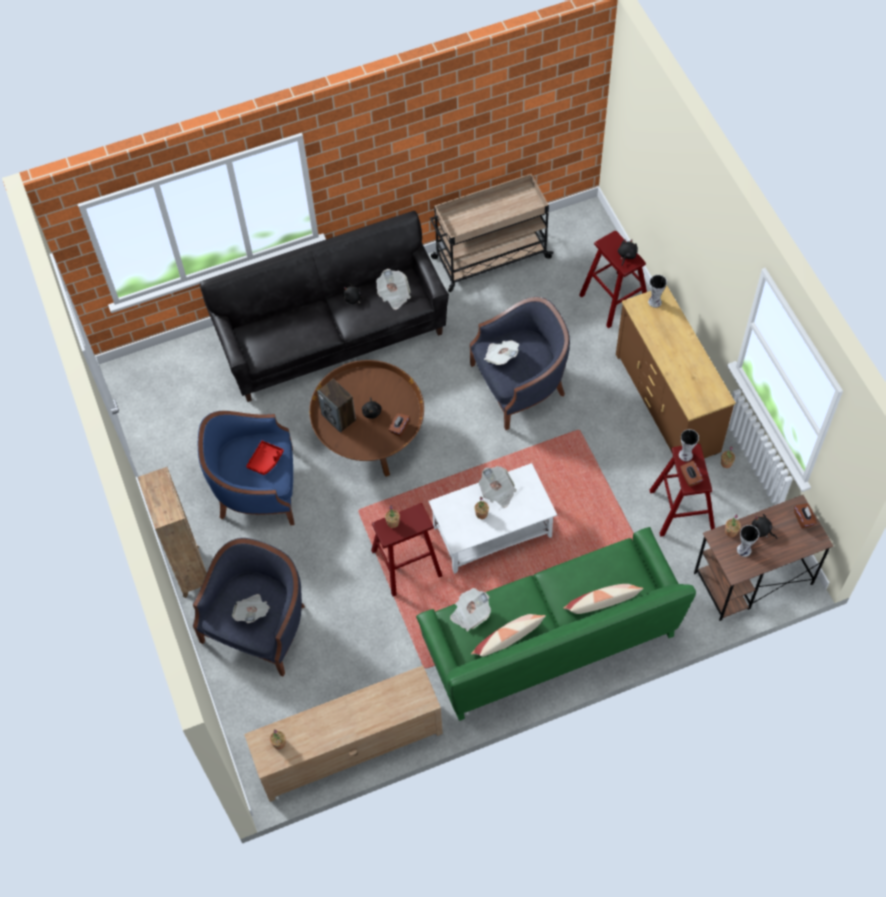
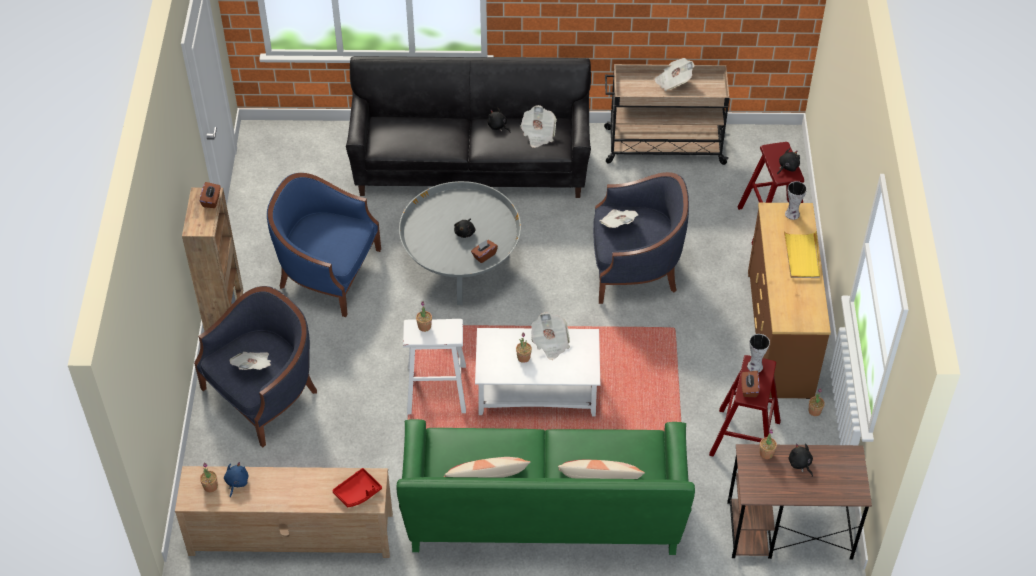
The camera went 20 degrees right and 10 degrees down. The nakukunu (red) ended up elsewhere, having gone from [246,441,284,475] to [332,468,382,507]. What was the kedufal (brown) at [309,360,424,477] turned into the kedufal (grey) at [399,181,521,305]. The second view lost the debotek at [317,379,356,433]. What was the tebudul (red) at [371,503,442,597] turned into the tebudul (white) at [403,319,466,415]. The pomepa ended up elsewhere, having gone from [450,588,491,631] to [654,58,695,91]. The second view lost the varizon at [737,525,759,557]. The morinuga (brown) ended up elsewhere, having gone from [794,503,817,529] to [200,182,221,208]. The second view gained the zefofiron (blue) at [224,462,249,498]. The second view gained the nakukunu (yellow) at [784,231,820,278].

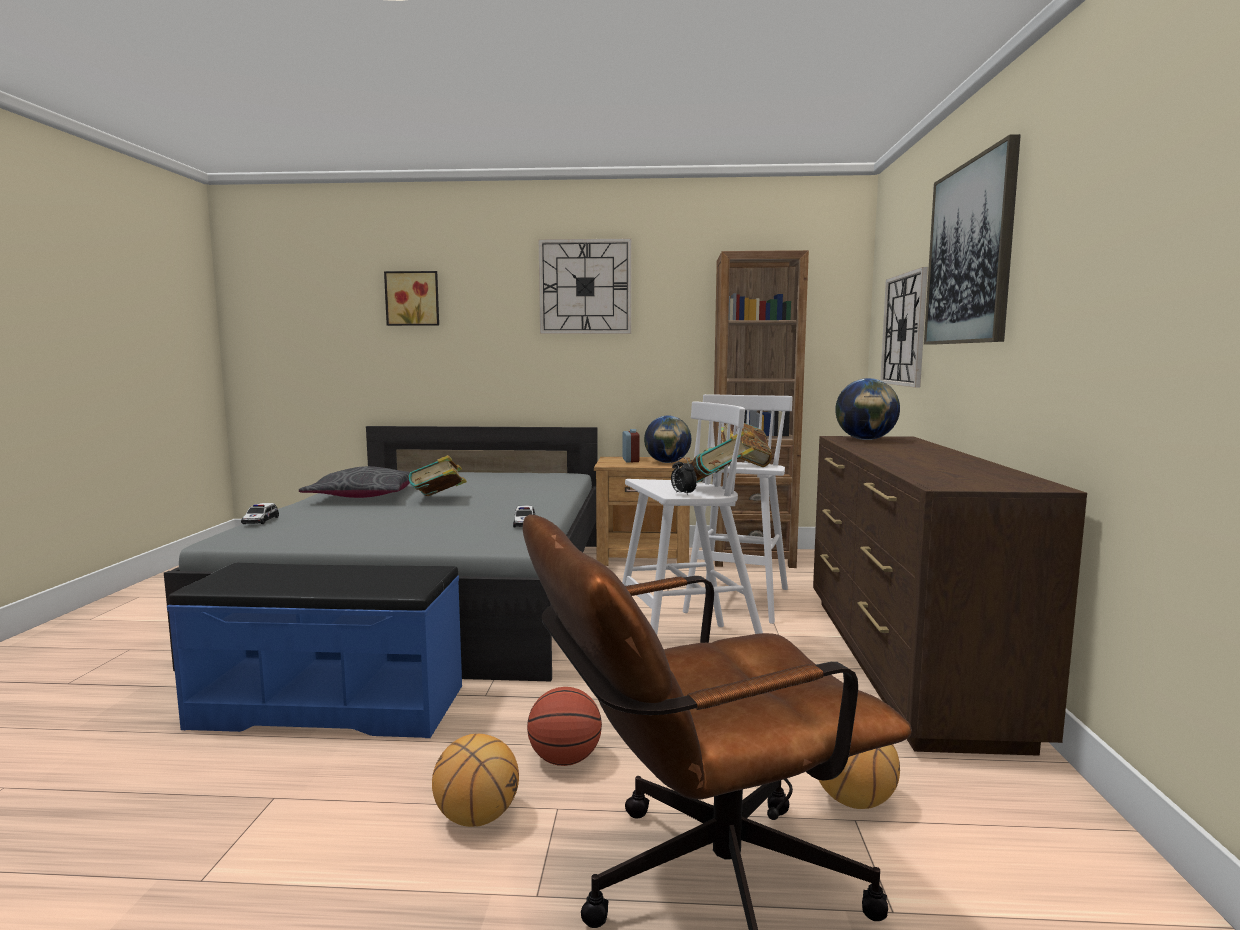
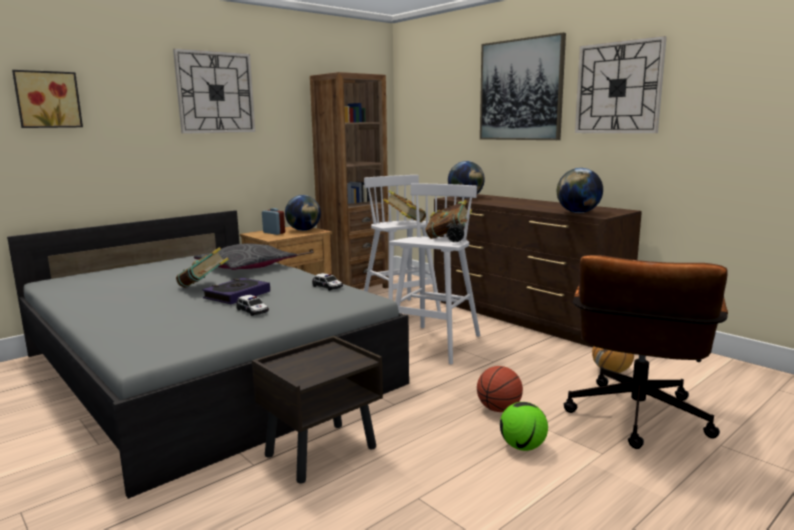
The camera went 45 degrees left and 5 degrees up. Where the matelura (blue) stood at [167,563,462,738], the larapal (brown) came to stand at [252,336,383,484]. The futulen ended up elsewhere, having gone from [241,503,279,524] to [236,295,269,316]. The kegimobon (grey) ended up elsewhere, having gone from [299,466,410,498] to [194,243,297,270]. Where the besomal stood at [432,733,519,827], the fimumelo came to stand at [500,402,548,451]. The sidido ended up elsewhere, having gone from [880,267,928,388] to [575,36,667,133]. The second view gained the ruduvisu at [202,278,270,304]. The second view gained the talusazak at [557,168,603,213].

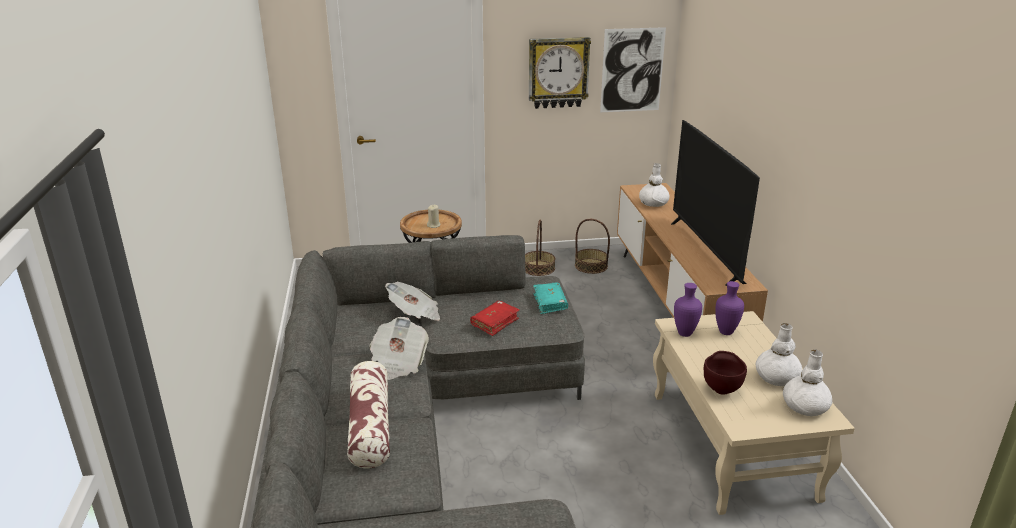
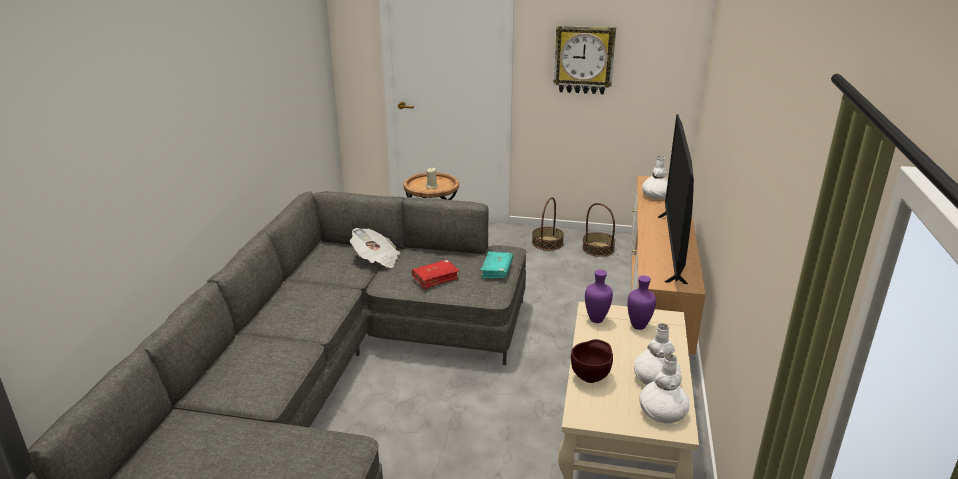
The camera went 20 degrees right and 0 degrees up. The second view lost the kegimobon at [347,361,390,468]. The second view lost the pomepa at [369,317,429,380]. The second view lost the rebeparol at [600,27,666,112].

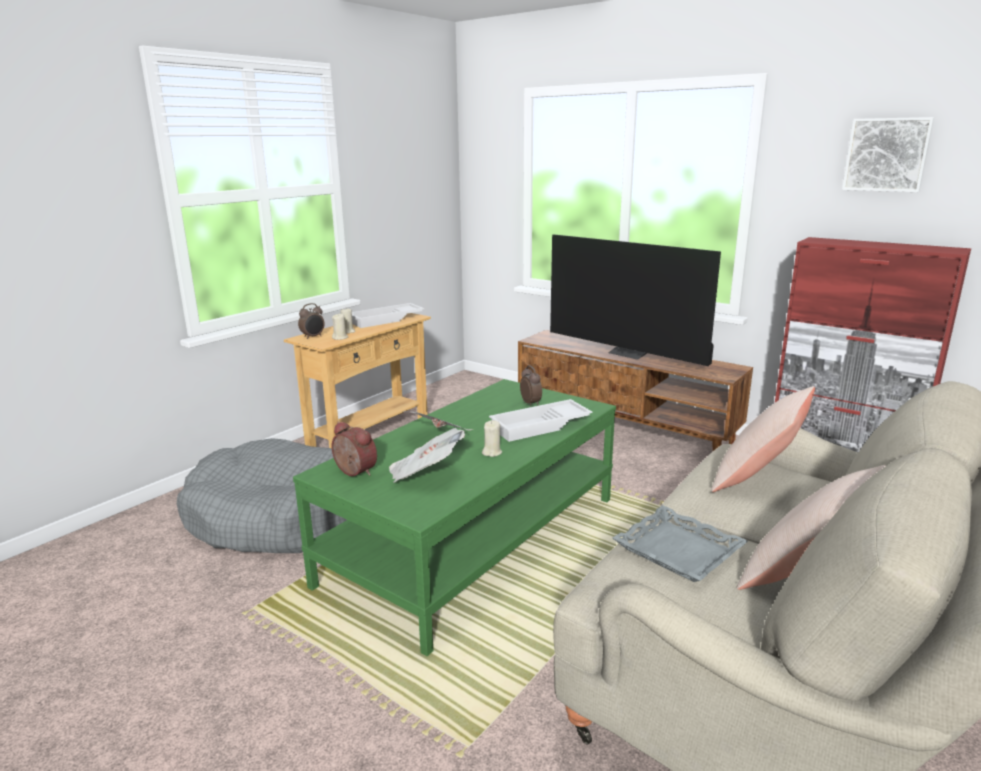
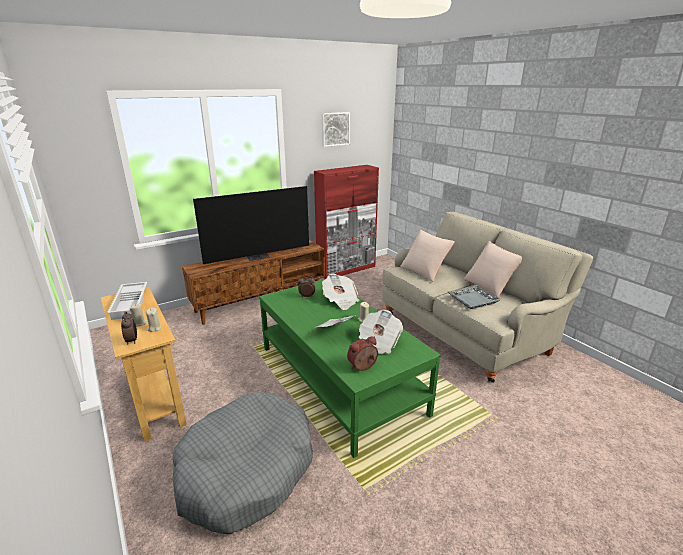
The camera went 70 degrees left and 5 degrees up. Where the nakukunu (white) stood at [489,399,593,442], the pomepa came to stand at [322,274,360,310].

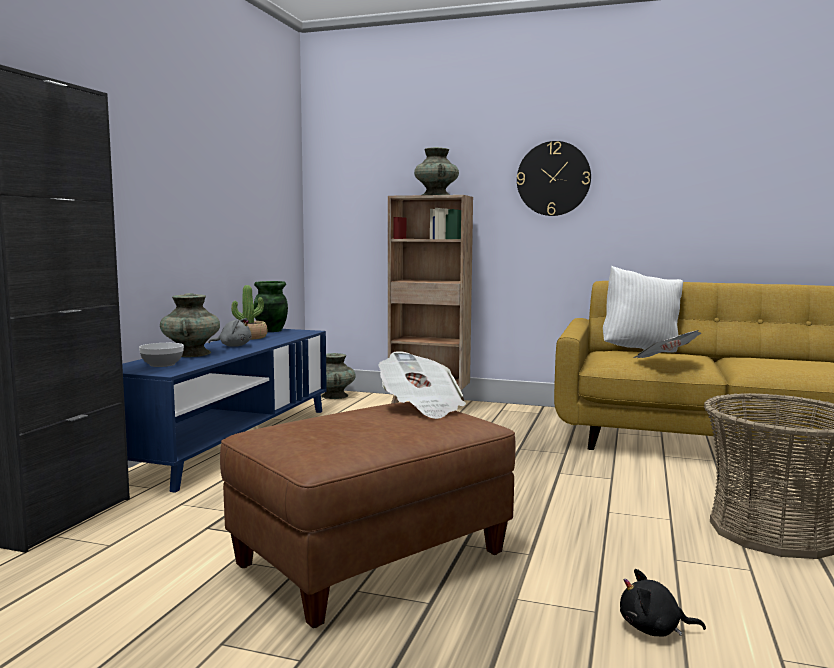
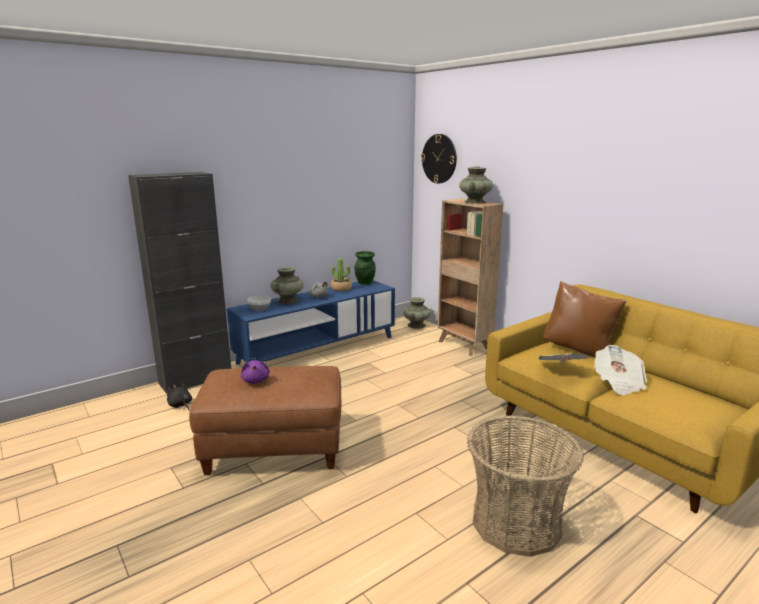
The camera went 35 degrees right and 10 degrees up. The pomepa ended up elsewhere, having gone from [378,351,466,419] to [594,345,647,395]. The sidido ended up elsewhere, having gone from [517,141,591,216] to [421,134,457,184]. What was the kegimobon (white) at [603,266,683,353] turned into the kegimobon (brown) at [543,281,627,357]. The zefofiron (black) ended up elsewhere, having gone from [620,569,706,637] to [167,383,192,410]. The second view gained the zefofiron (purple) at [241,360,270,384].

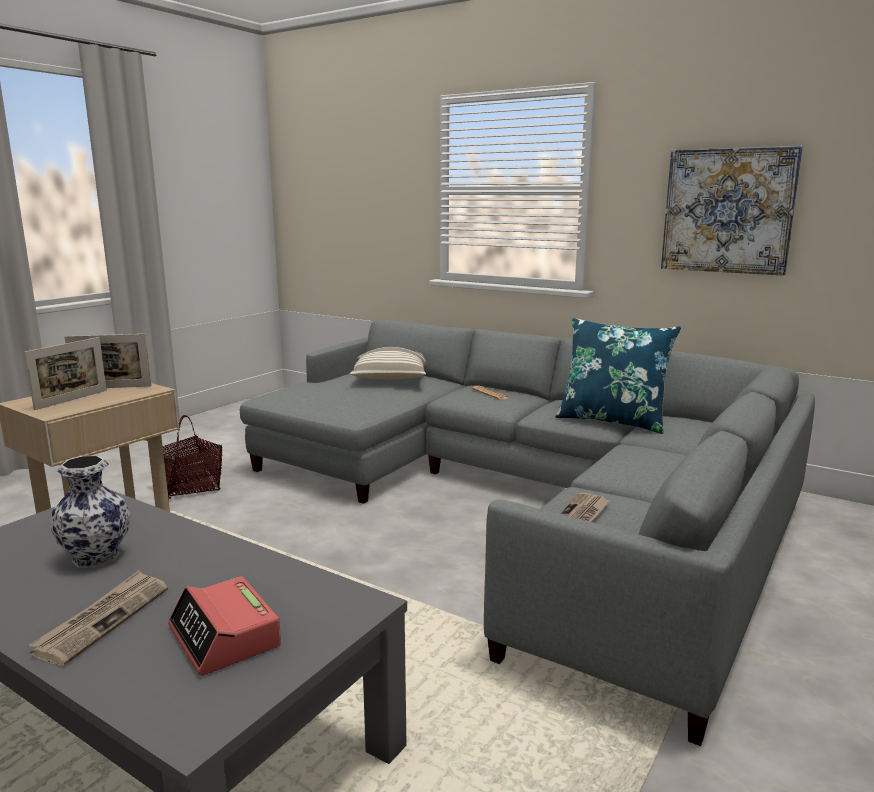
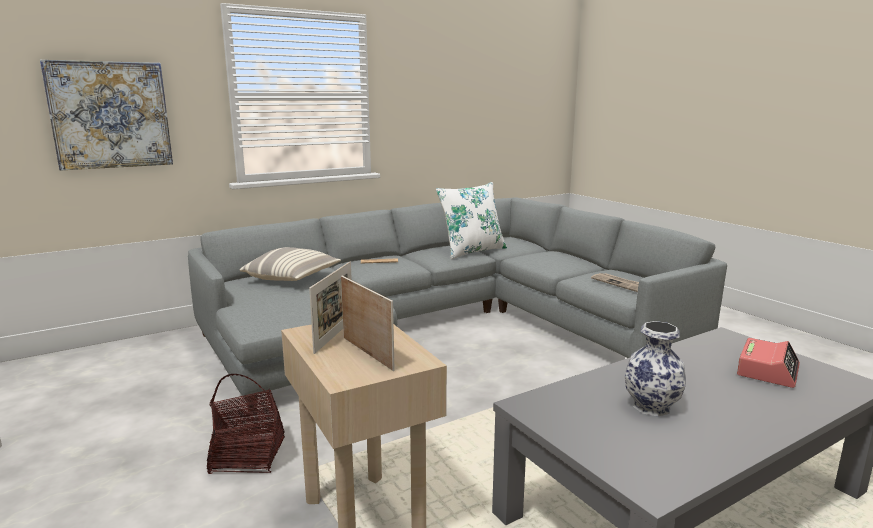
The camera went 65 degrees left and 0 degrees up. The second view lost the pomepa at [29,570,168,666]. The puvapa at [168,576,281,676] ended up facing another way, 45 degrees counterclockwise from before. What was the kegimobon (blue) at [555,318,681,434] turned into the kegimobon (white) at [436,182,507,259]. The rebeparol ended up elsewhere, having gone from [661,146,803,276] to [40,60,173,171].

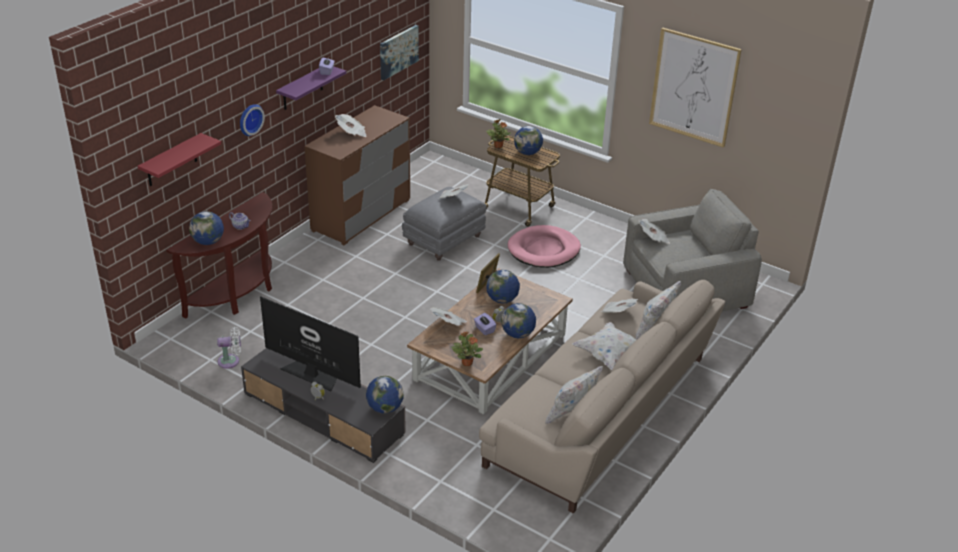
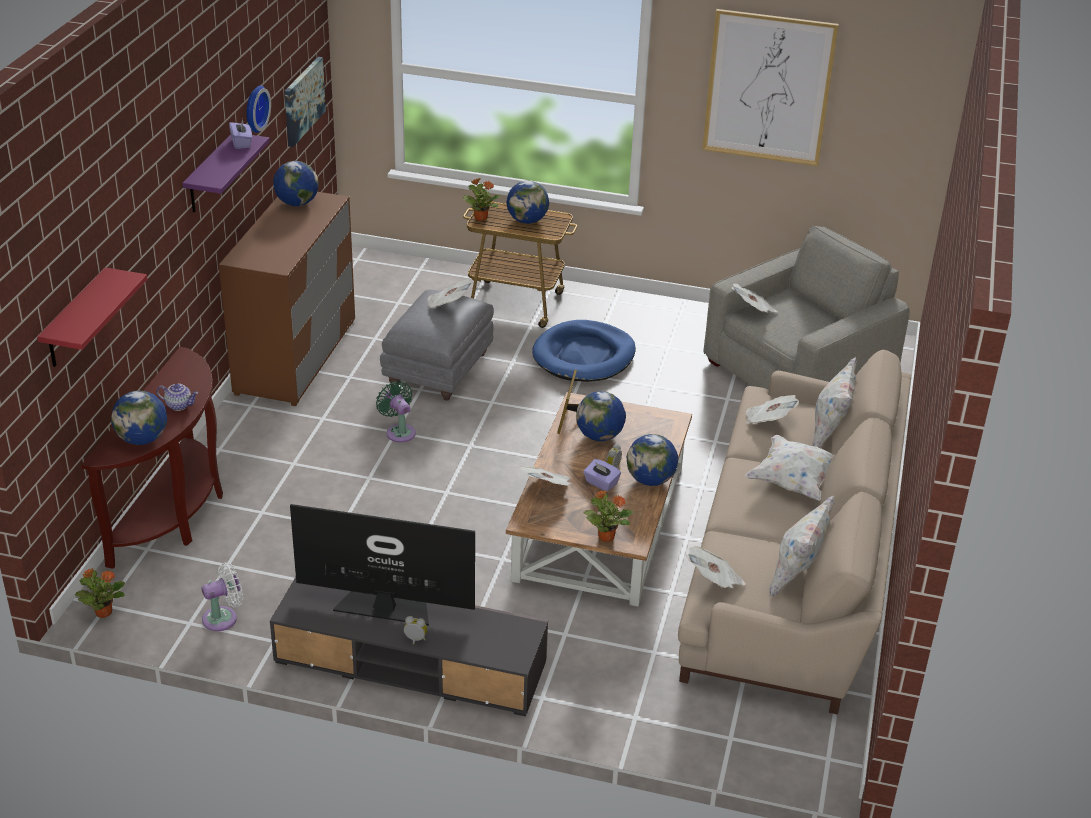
The camera went 20 degrees left and 0 degrees up. The sidido ended up elsewhere, having gone from [240,104,265,136] to [246,86,271,133]. The pomepa ended up elsewhere, having gone from [335,114,366,137] to [686,546,746,588]. The talusazak ended up elsewhere, having gone from [366,376,404,413] to [273,161,319,206]. What was the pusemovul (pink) at [508,225,581,268] turned into the pusemovul (blue) at [532,320,636,382]. The second view gained the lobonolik at [75,568,125,618]. The second view gained the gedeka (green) at [376,381,416,442].

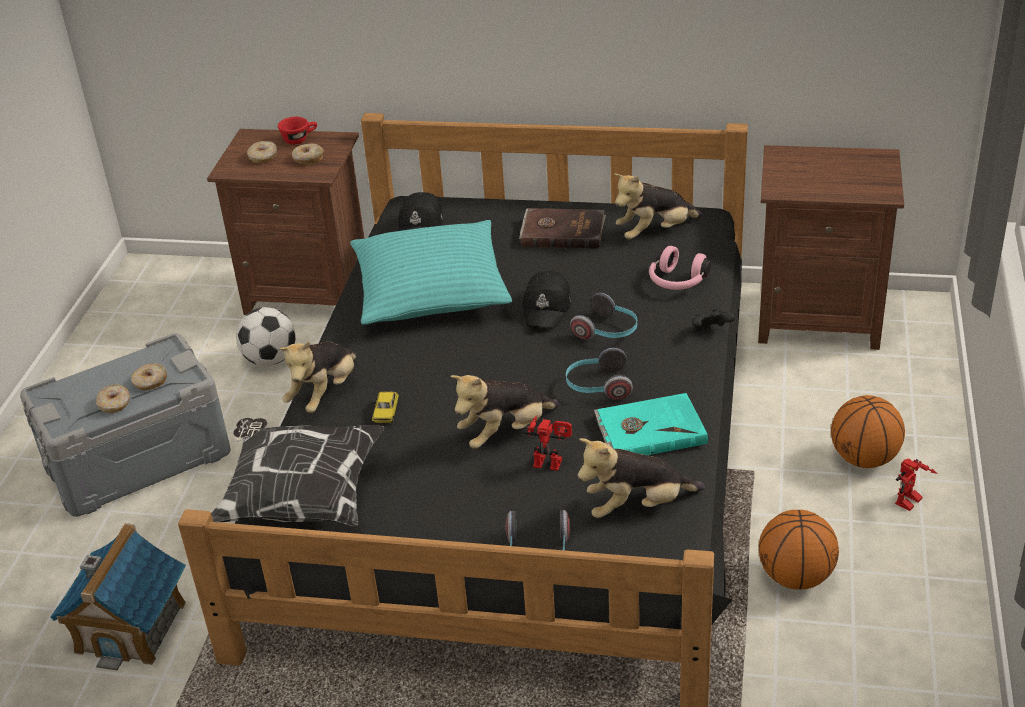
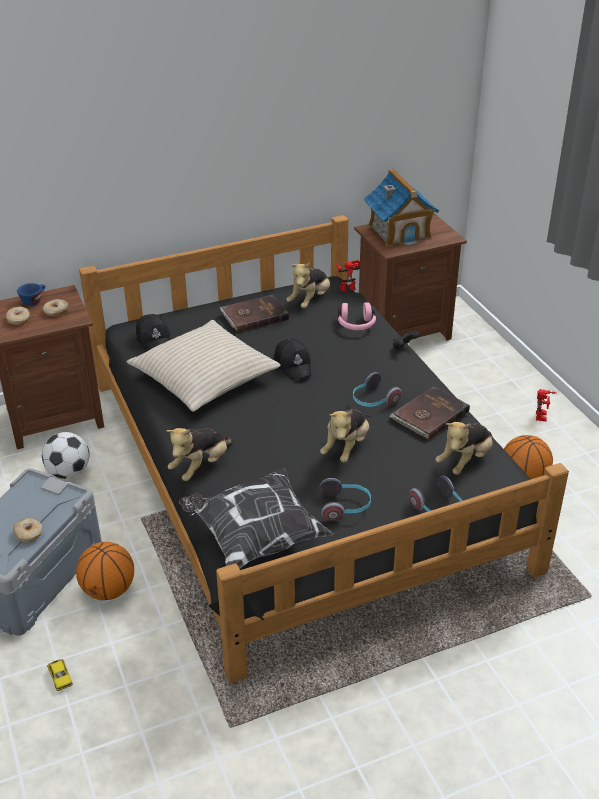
The camera went 35 degrees left and 0 degrees up. The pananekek ended up elsewhere, having gone from [50,523,186,670] to [364,169,439,247]. The second view lost the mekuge at [131,363,167,390]. What was the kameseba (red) at [278,117,317,145] turned into the kameseba (blue) at [17,283,45,306]. The zefofiron at [279,341,357,413] ended up facing another way, 45 degrees clockwise from before. What was the kegimobon (turquoise) at [350,220,512,325] turned into the kegimobon (beige) at [126,320,281,412]. The futulen ended up elsewhere, having gone from [372,391,399,423] to [47,659,73,691]. The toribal ended up elsewhere, having gone from [524,416,572,471] to [336,260,361,292]. The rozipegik ended up elsewhere, having gone from [570,293,637,340] to [320,478,371,521]. What was the ruduvisu (turquoise) at [594,393,708,455] turned into the ruduvisu (brown) at [390,386,470,440]. The besomal ended up elsewhere, having gone from [831,395,905,468] to [76,542,134,600].

